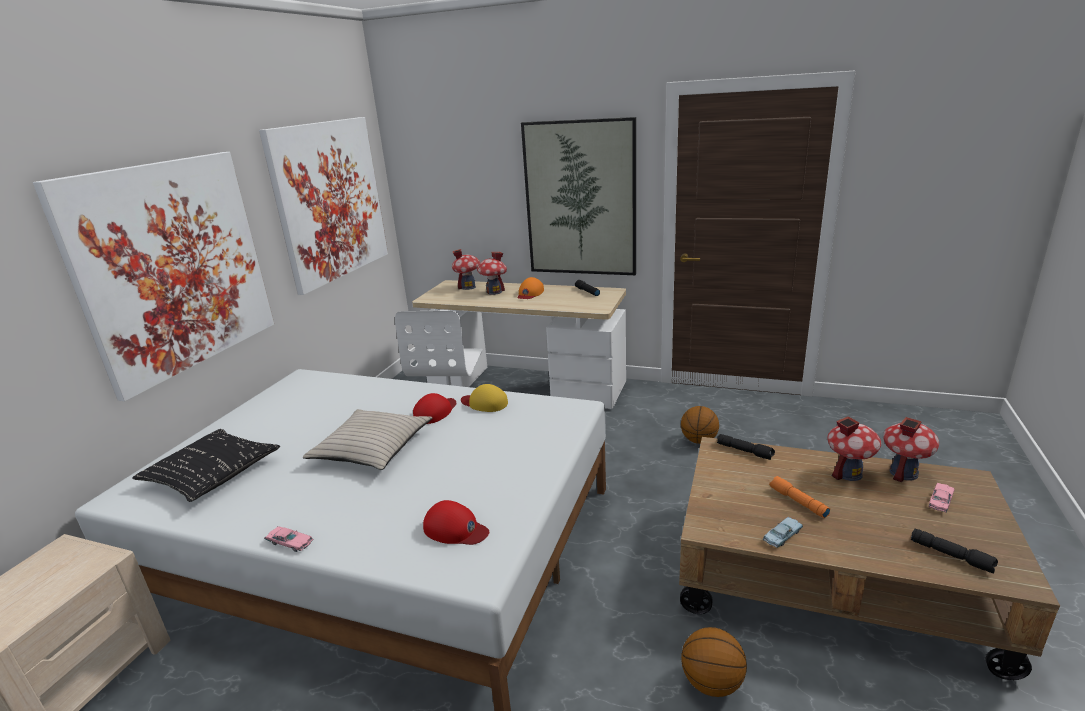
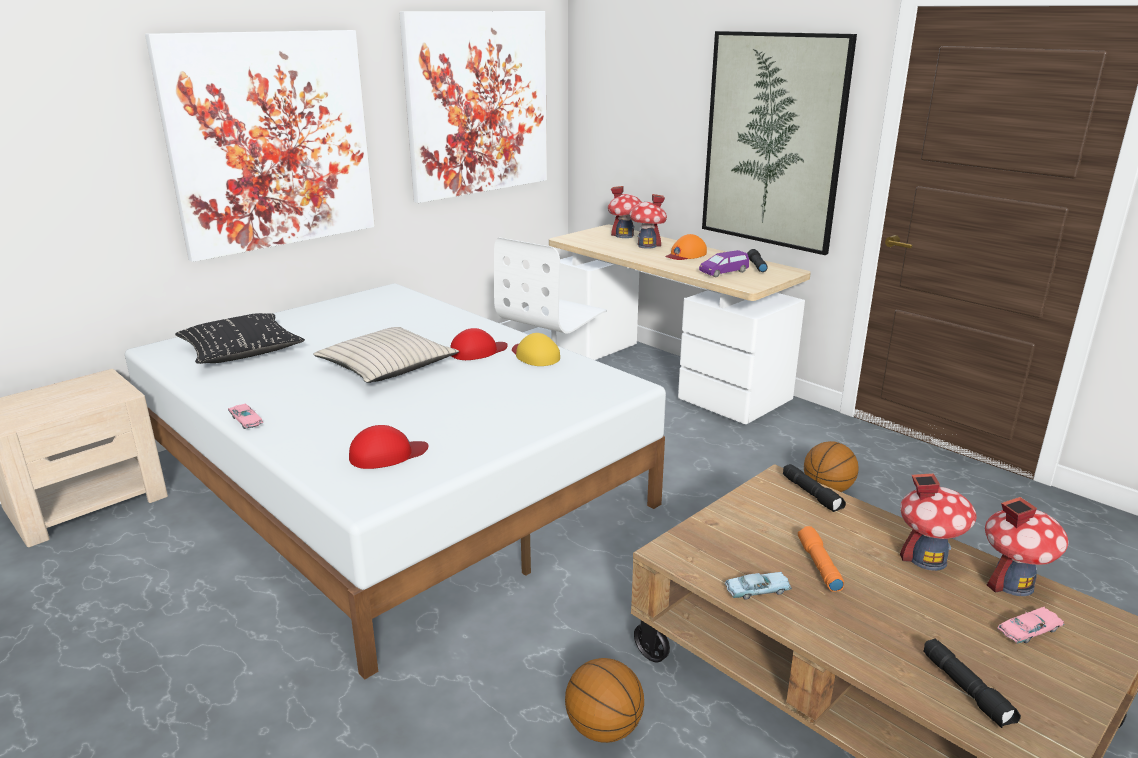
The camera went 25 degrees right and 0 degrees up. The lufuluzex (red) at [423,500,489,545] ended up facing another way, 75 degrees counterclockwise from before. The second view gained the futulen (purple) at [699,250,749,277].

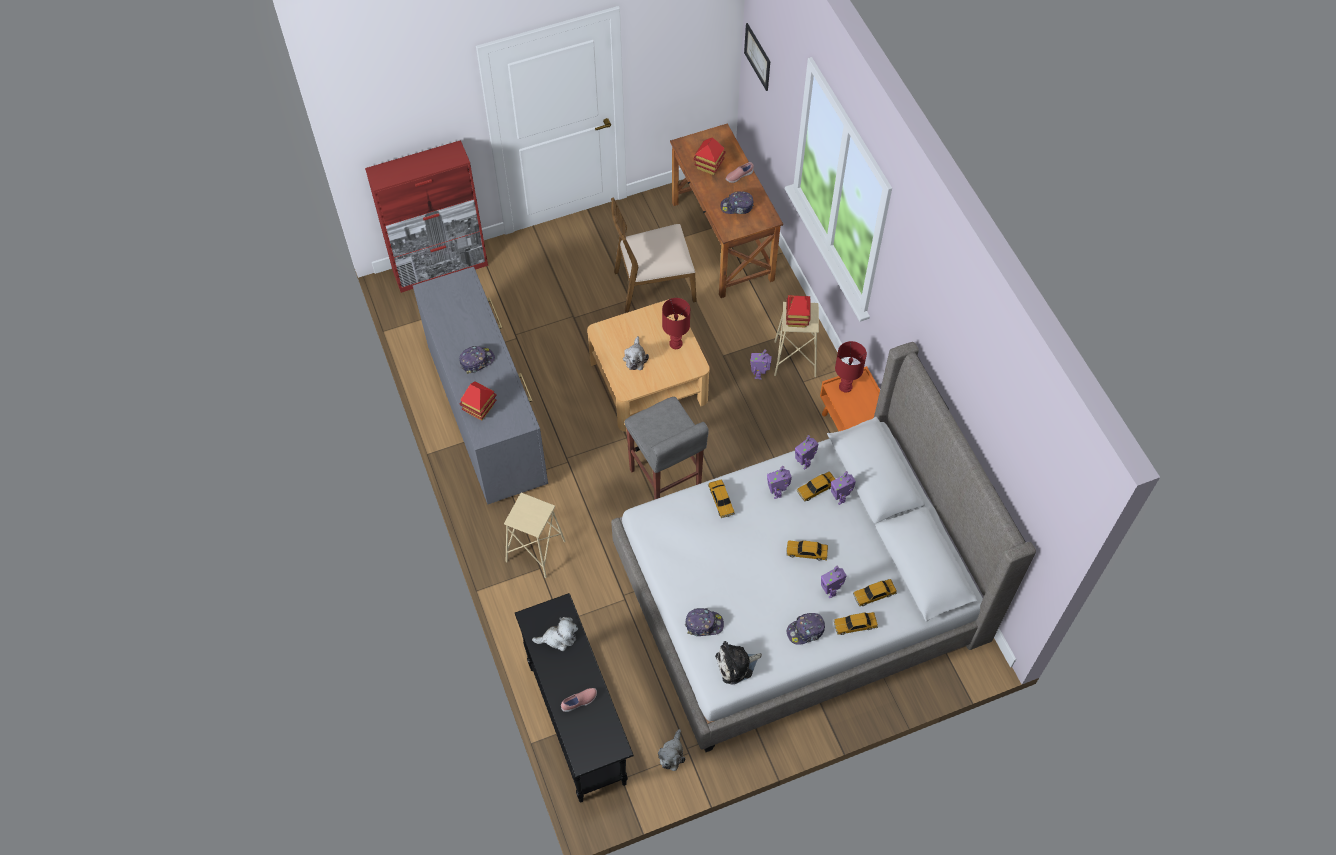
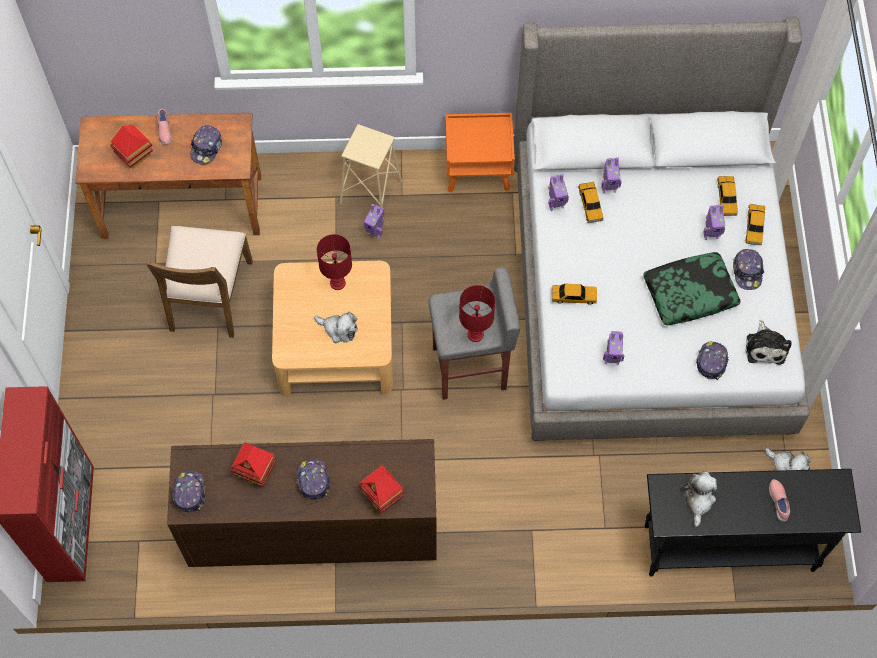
The camera went 70 degrees left and 5 degrees up. What was the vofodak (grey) at [413,267,548,504] turned into the vofodak (brown) at [167,439,437,567]. The second view lost the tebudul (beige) at [504,492,565,578]. The second view lost the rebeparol at [744,23,770,91]. The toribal ended up elsewhere, having gone from [767,466,792,499] to [603,331,624,365]. The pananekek ended up elsewhere, having gone from [786,295,811,328] to [231,442,276,487]. The second view lost the futulen at [786,540,828,561]. The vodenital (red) ended up elsewhere, having gone from [835,341,867,393] to [459,285,495,342]. The second view gained the lufuluzex at [172,471,205,514]. The second view gained the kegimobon at [643,252,741,325].

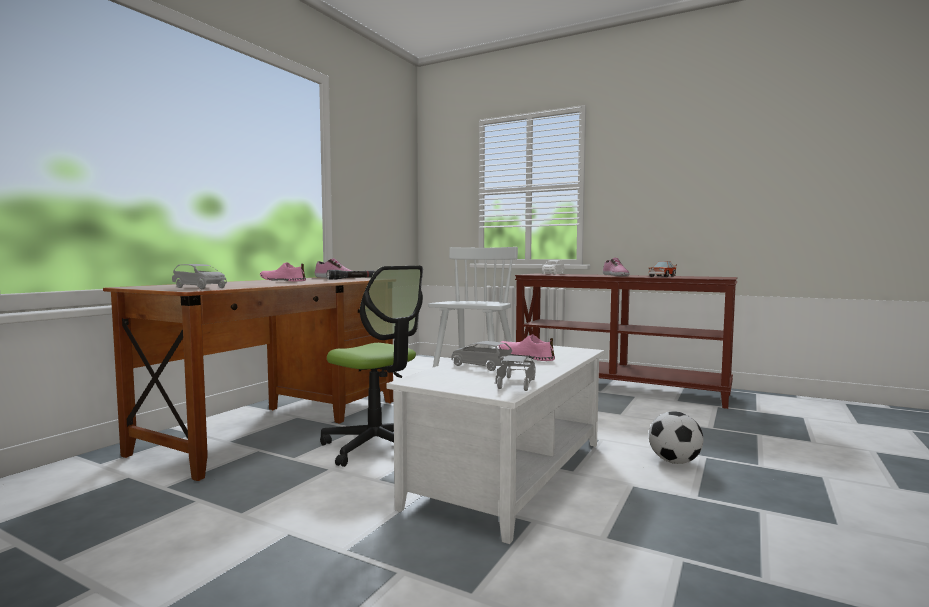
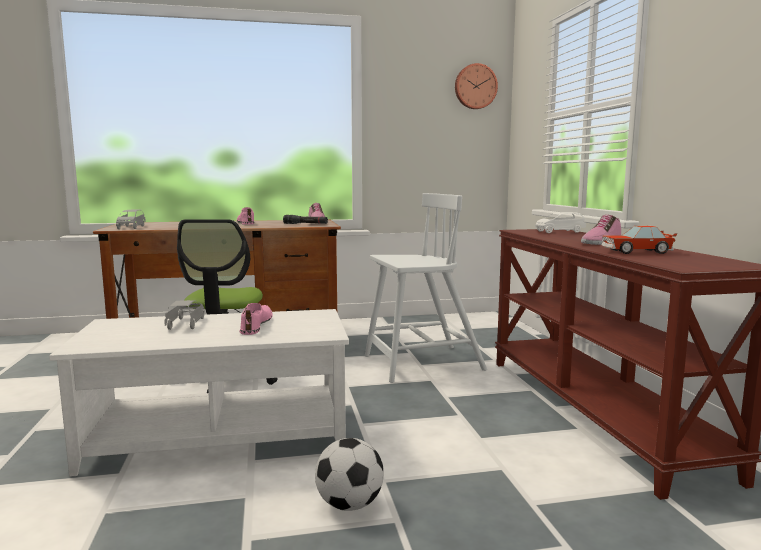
The camera went 50 degrees right and 5 degrees up. The second view lost the futulen (grey) at [495,356,536,391]. The second view gained the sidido at [455,63,498,109].

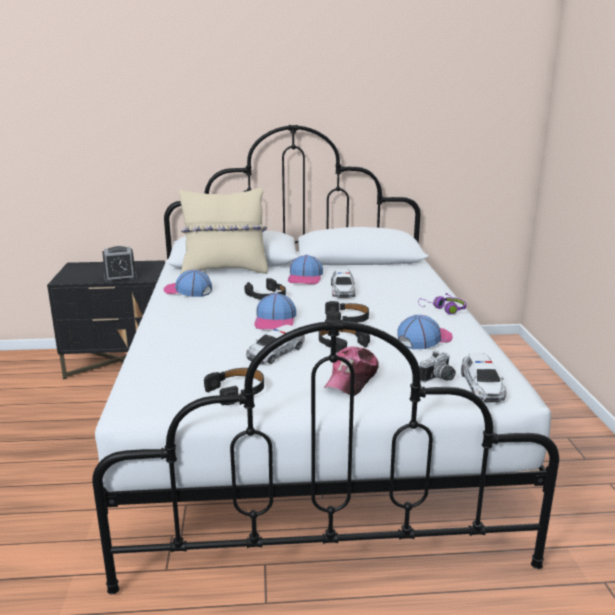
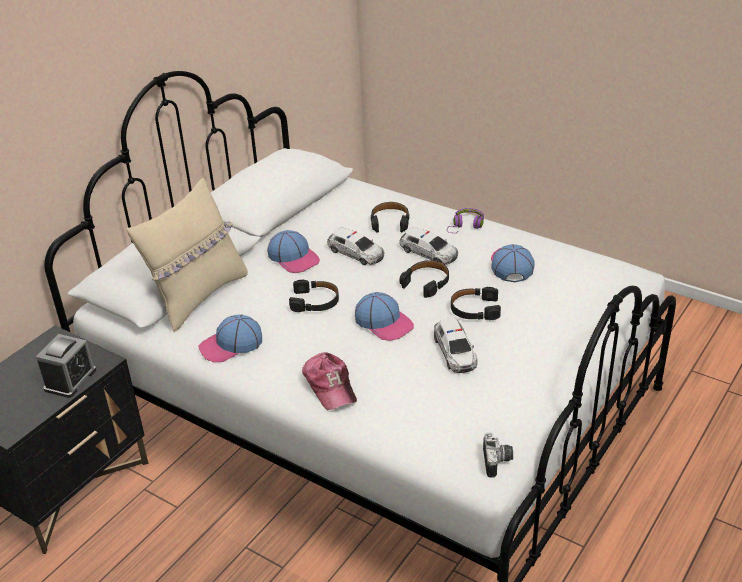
The camera went 50 degrees left and 15 degrees up. The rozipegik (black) ended up elsewhere, having gone from [204,368,264,405] to [371,202,410,233]. The lufuluzex ended up elsewhere, having gone from [324,347,379,396] to [302,352,357,410]. The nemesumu ended up elsewhere, having gone from [419,351,456,382] to [483,432,513,478]. The futulen ended up elsewhere, having gone from [461,353,506,402] to [399,227,458,265].

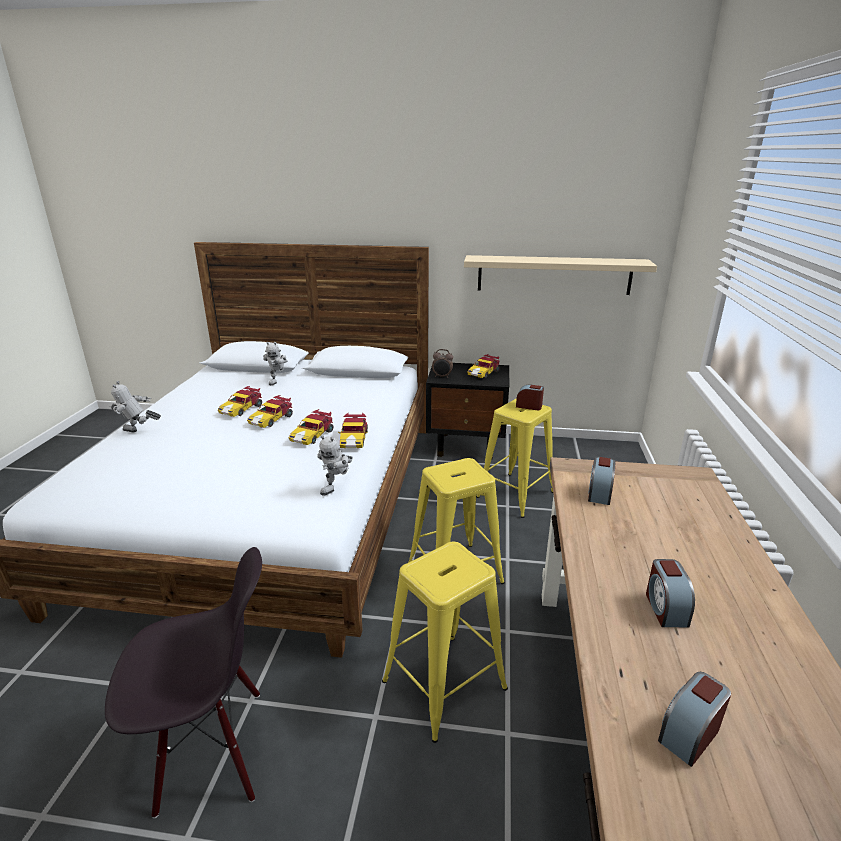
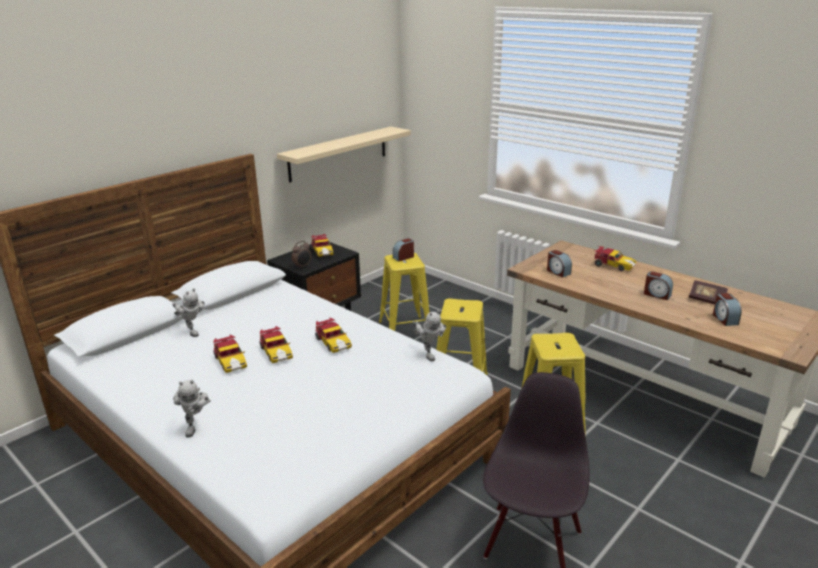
The camera went 55 degrees left and 0 degrees up. The toribal at [110,381,161,432] ended up facing another way, 45 degrees counterclockwise from before. The futulen ended up elsewhere, having gone from [338,413,368,448] to [594,246,636,271]. The second view gained the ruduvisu at [689,280,728,304].

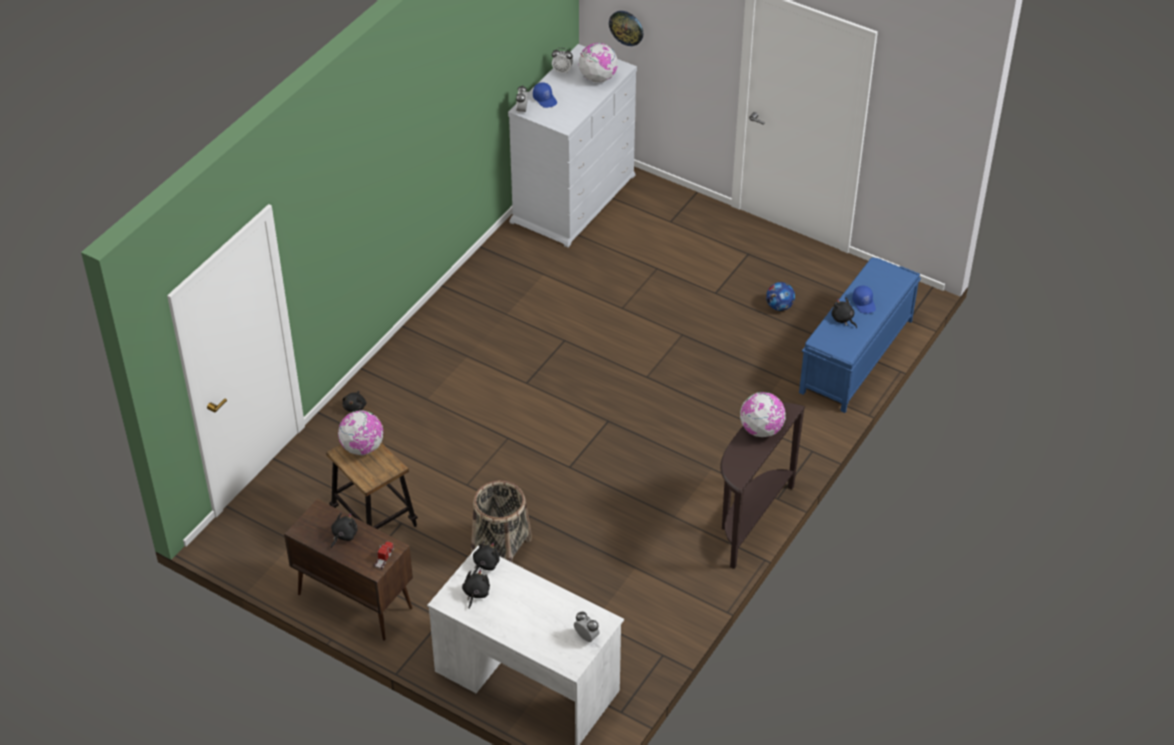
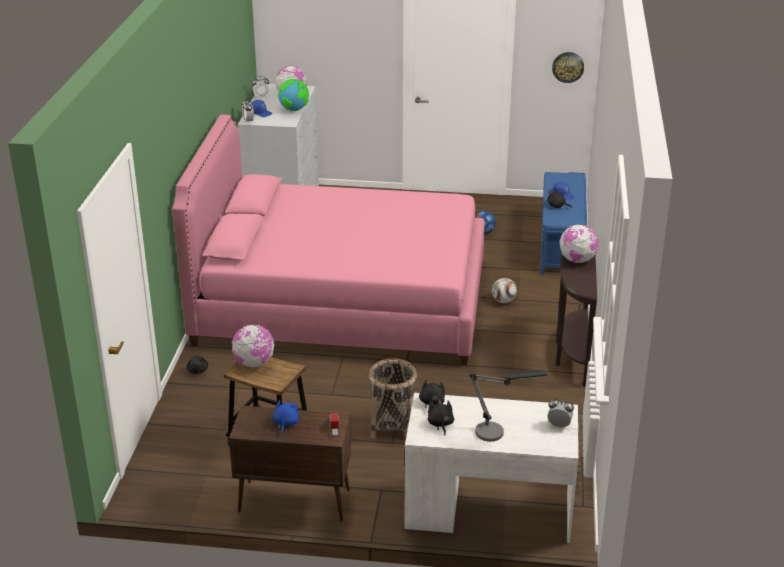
The camera went 25 degrees left and 15 degrees down. What was the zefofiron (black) at [331,512,358,548] turned into the zefofiron (blue) at [272,399,299,435]. The sidido ended up elsewhere, having gone from [609,11,643,46] to [552,52,584,83]. The second view gained the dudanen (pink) at [172,114,485,366]. The second view gained the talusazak at [278,79,309,111]. The second view gained the vodenital at [469,370,548,442]. The second view gained the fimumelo at [492,278,517,303].

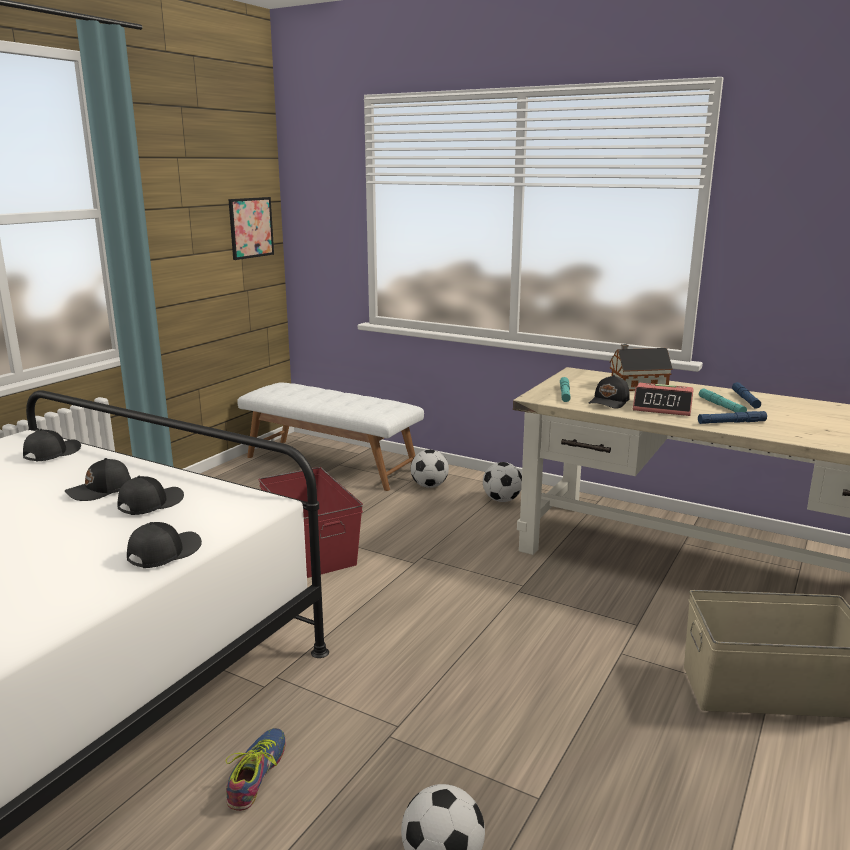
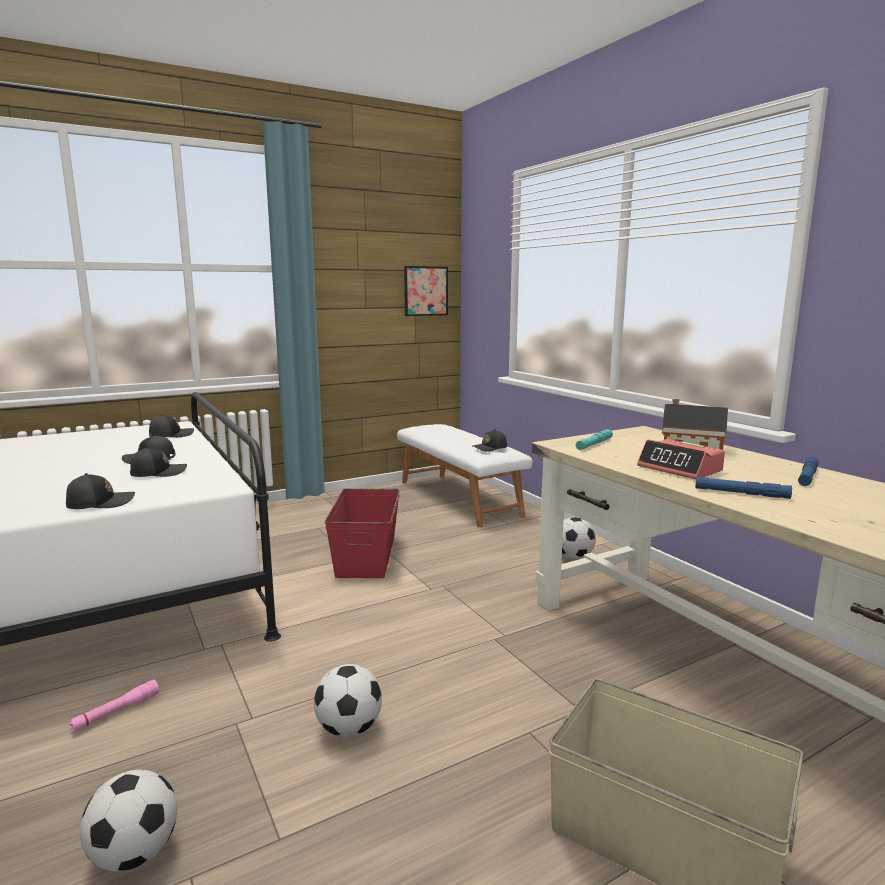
The camera went 30 degrees right and 5 degrees down. Where the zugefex stood at [226,728,286,811], the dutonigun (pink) came to stand at [68,680,159,732]. The fimumelo ended up elsewhere, having gone from [411,449,449,488] to [314,664,382,737]. The lufuluzex (black) ended up elsewhere, having gone from [588,375,630,409] to [473,429,507,452]. The second view lost the dutonigun (turquoise) at [699,389,747,413].

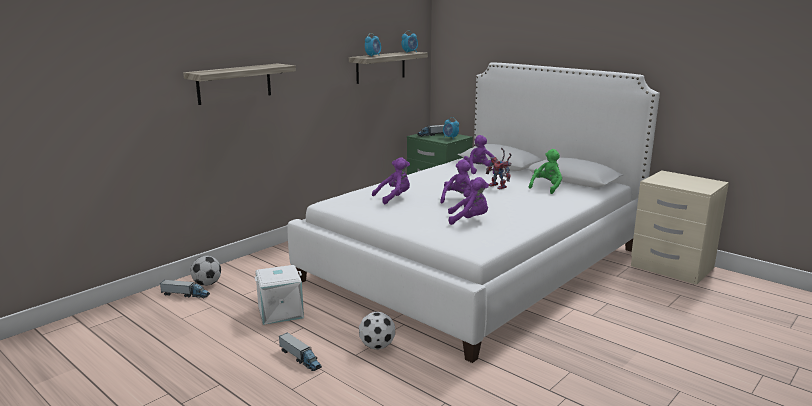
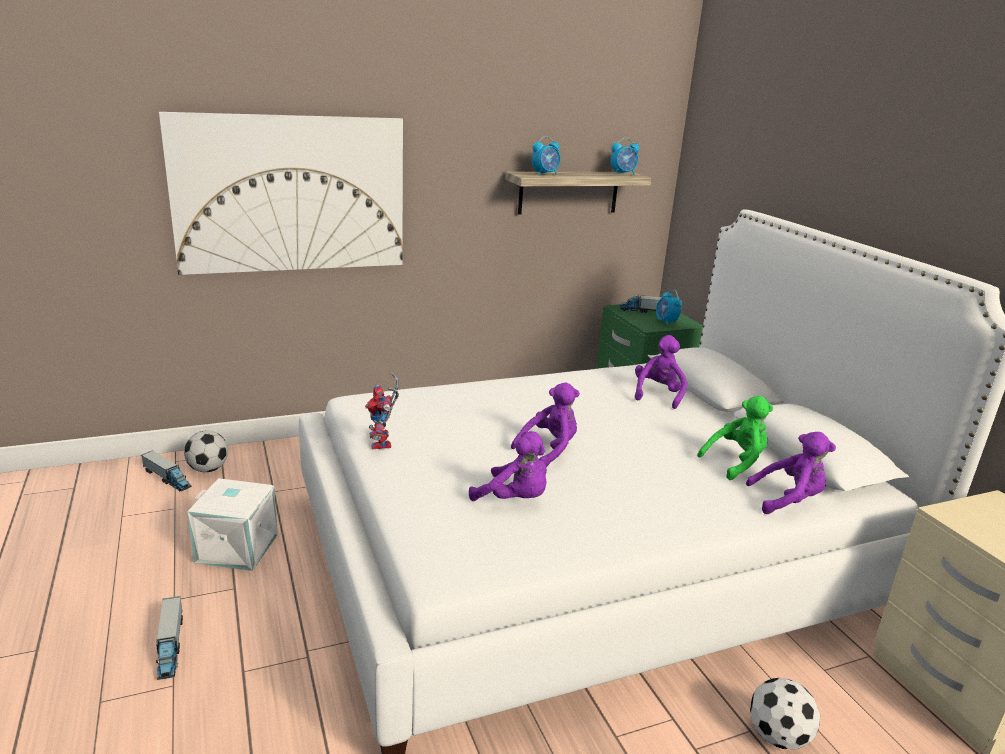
The camera went 25 degrees right and 5 degrees up. Where the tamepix hung at [183,63,296,105], the rebeparol came to hang at [159,112,403,275]. The fimumelo ended up elsewhere, having gone from [359,312,395,350] to [750,678,820,749]. The zefofiron (purple) ended up elsewhere, having gone from [372,157,410,204] to [746,432,836,514]. The toribal ended up elsewhere, having gone from [486,148,512,189] to [365,372,399,449].

